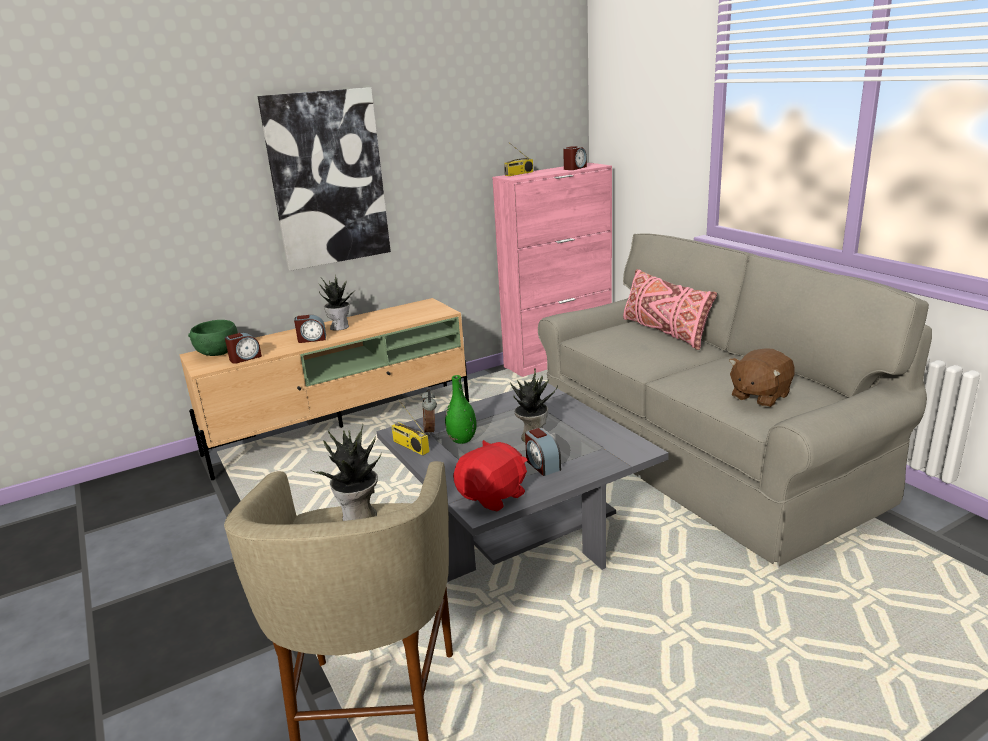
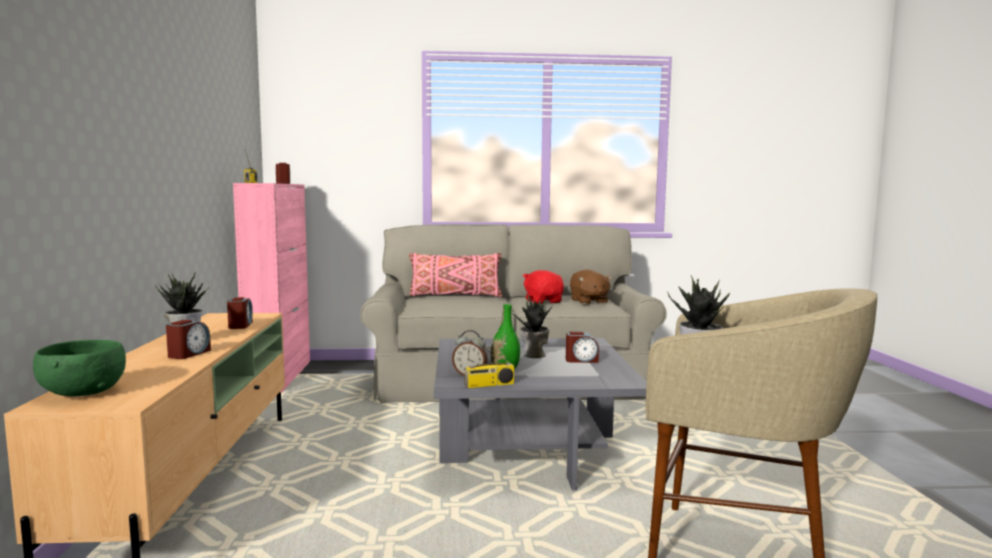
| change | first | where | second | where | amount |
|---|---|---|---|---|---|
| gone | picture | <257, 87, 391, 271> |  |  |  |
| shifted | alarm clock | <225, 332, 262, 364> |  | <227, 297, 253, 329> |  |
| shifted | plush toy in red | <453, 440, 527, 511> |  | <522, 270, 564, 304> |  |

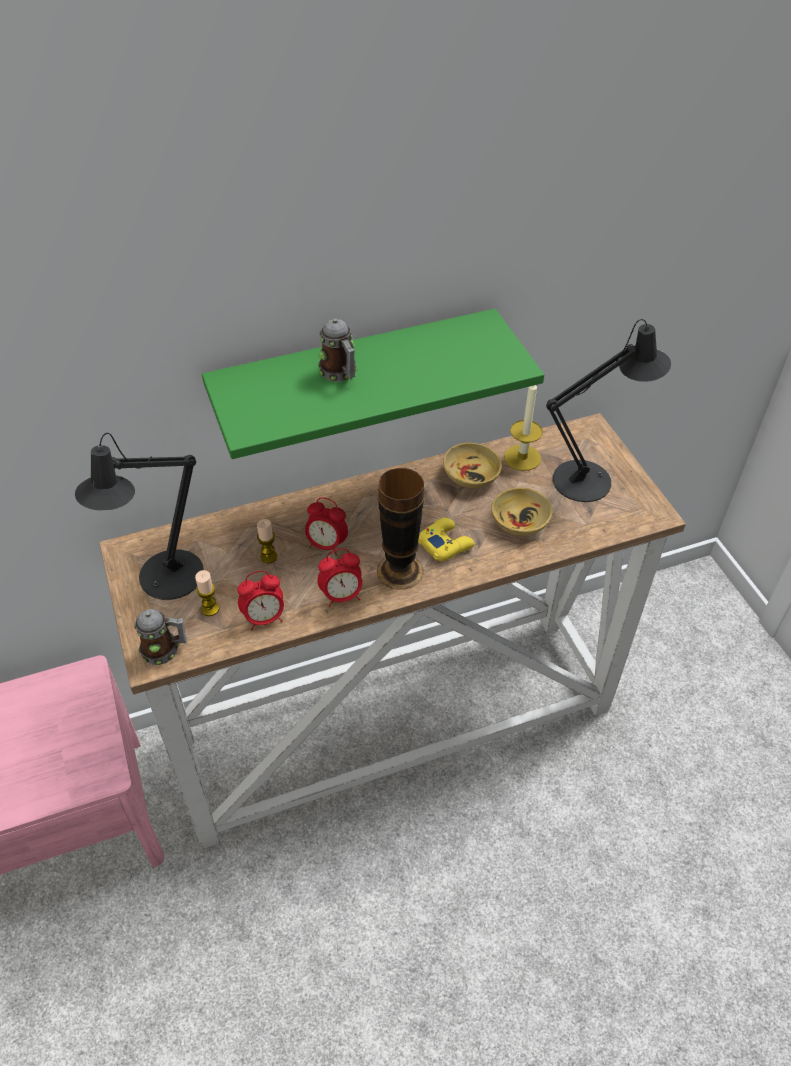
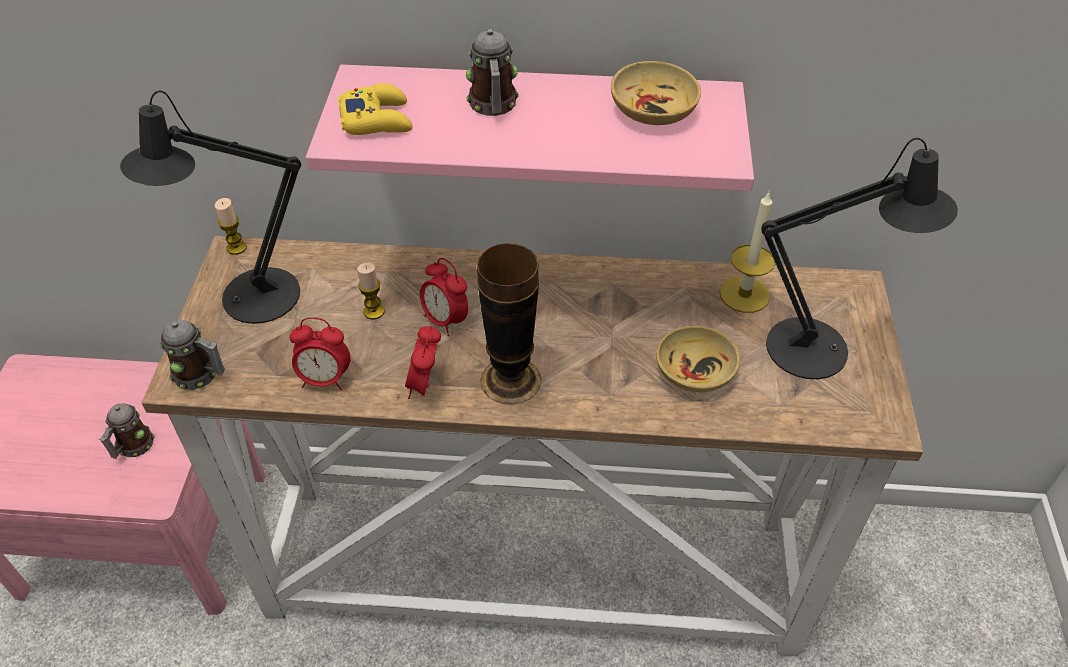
| change | first | where | second | where | amount |
|---|---|---|---|---|---|
| repainted | shelf in green | <202, 309, 544, 459> | shelf in pink | <306, 64, 754, 191> |  |
| shifted | bowl in beige | <443, 443, 502, 488> |  | <611, 61, 701, 125> |  |
| shifted | game controller in yellow | <418, 518, 475, 561> |  | <338, 83, 413, 135> |  |
| rotated | alarm clock | <317, 548, 362, 607> |  | <405, 326, 441, 399> | 90 degrees clockwise |
| shifted | candle | <195, 570, 219, 616> |  | <215, 198, 247, 255> |  |
| new |  |  | mug | <99, 403, 155, 459> |  |

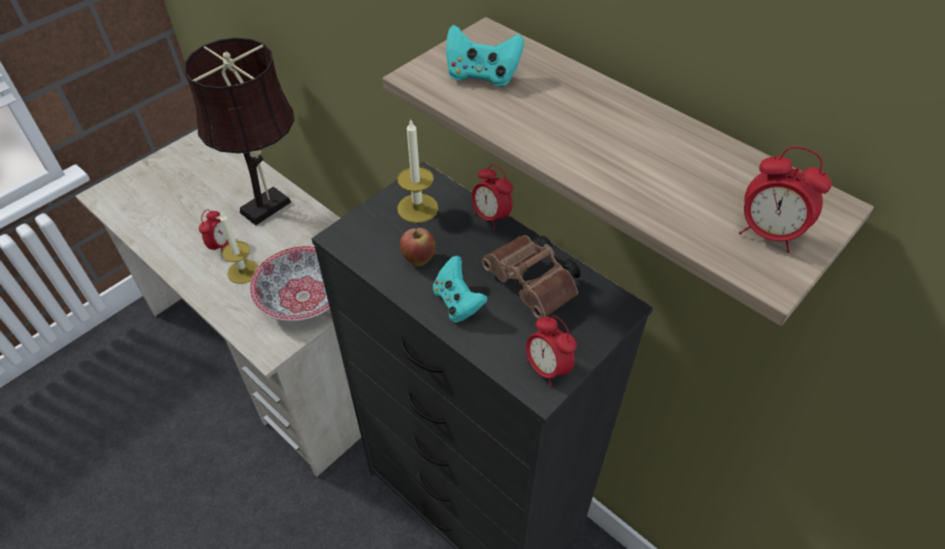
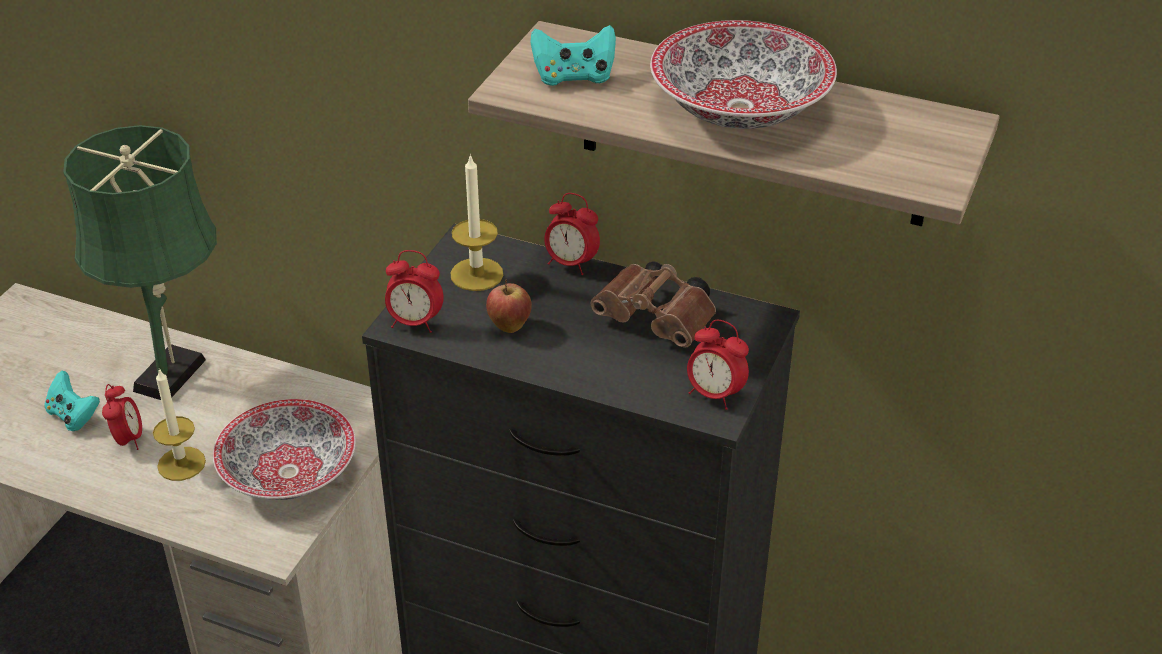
| change | first | where | second | where | amount |
|---|---|---|---|---|---|
| repainted | table lamp in brown | <184, 38, 294, 225> | table lamp in green | <63, 125, 217, 400> |  |
| shifted | alarm clock | <739, 146, 832, 253> |  | <385, 250, 444, 333> |  |
| shifted | game controller in turquoise | <433, 256, 488, 322> |  | <44, 371, 100, 431> |  |
| new |  |  | bowl | <650, 20, 837, 129> |  |

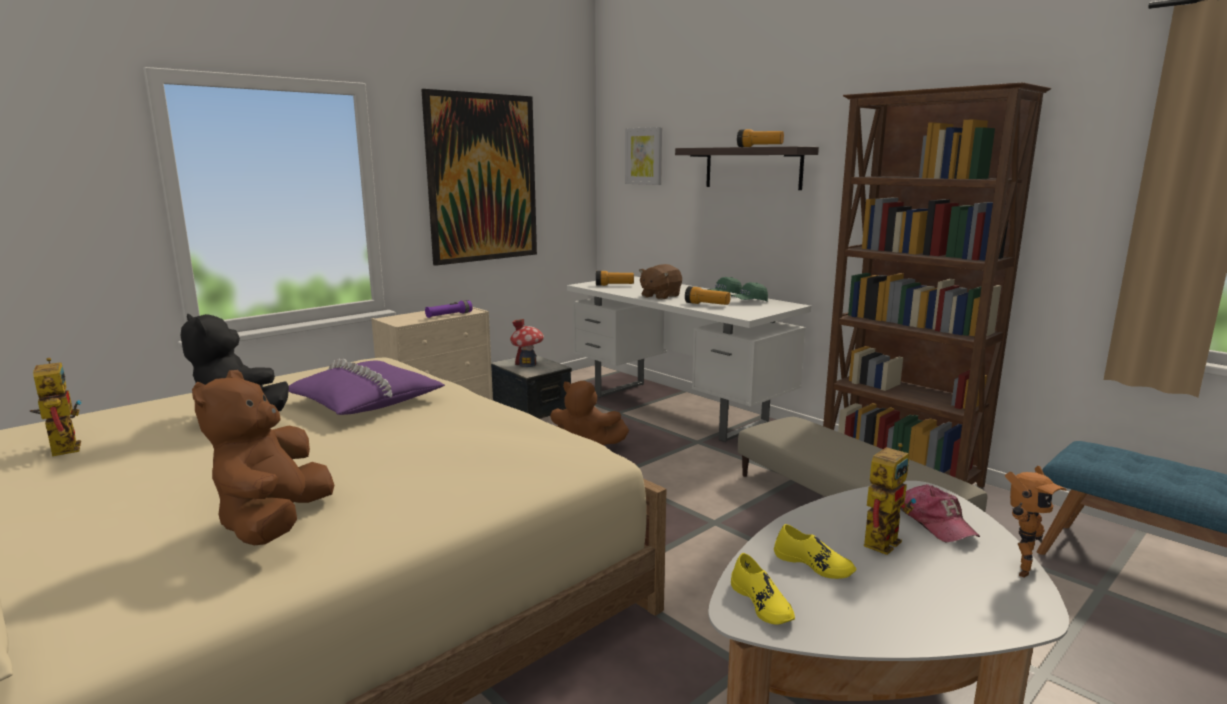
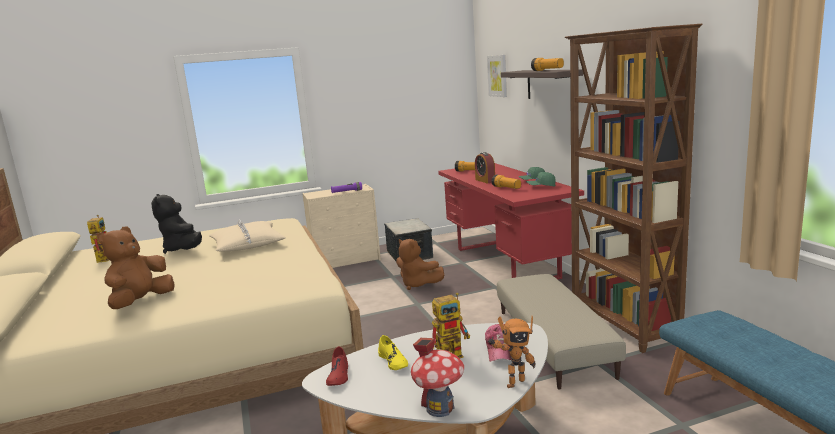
| change | first | where | second | where | amount |
|---|---|---|---|---|---|
| gone | picture | <421, 89, 537, 266> |  |  |  |
| swapped | plush toy in brown | <639, 264, 682, 300> | alarm clock | <475, 152, 495, 183> |  |
| repainted | desk in white | <567, 276, 811, 442> | desk in red | <438, 163, 584, 279> |  |
| shifted | toy house | <510, 319, 544, 367> |  | <411, 338, 464, 417> |  |
| repainted | pillow in purple | <289, 359, 445, 415> | pillow in beige | <208, 220, 286, 251> |  |
| repainted | shoe in yellow | <731, 553, 795, 625> | shoe in red | <326, 346, 348, 386> |  |

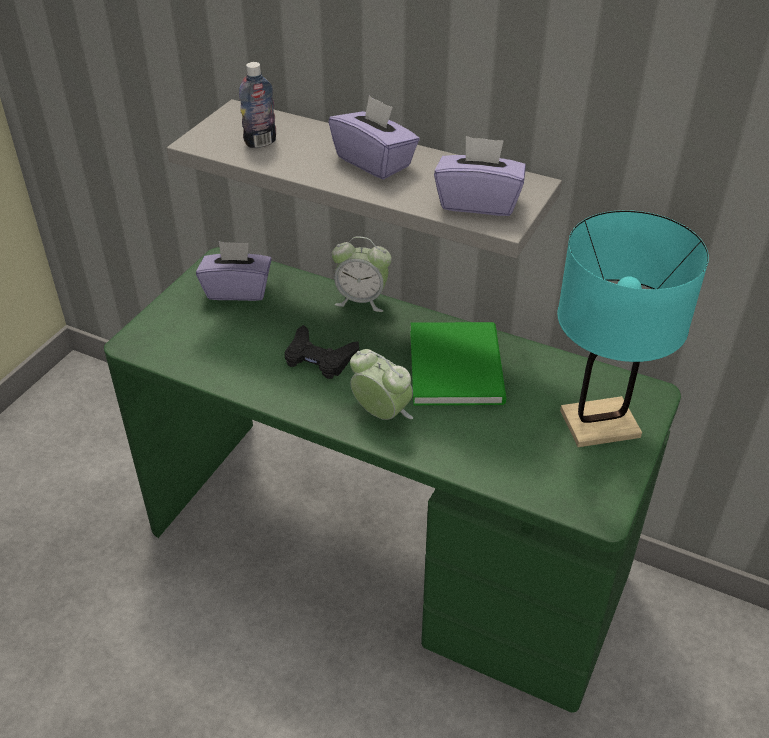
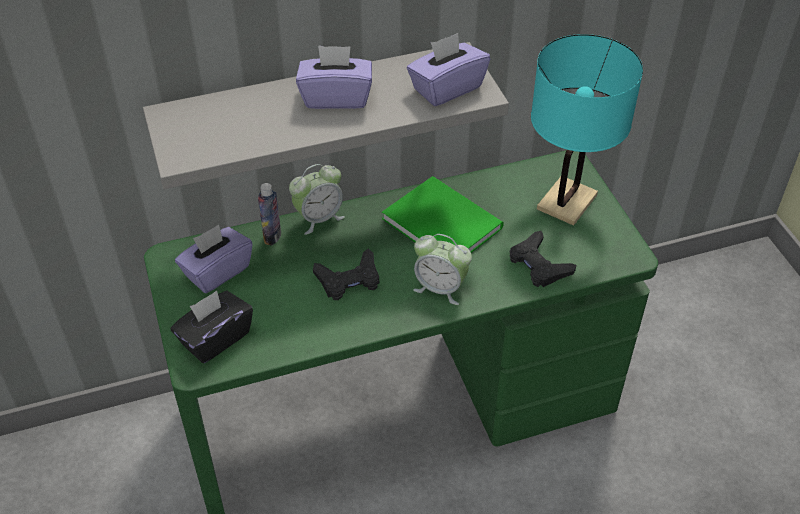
| change | first | where | second | where | amount |
|---|---|---|---|---|---|
| shifted | bottle | <239, 62, 276, 148> |  | <258, 183, 281, 245> |  |
| rotated | alarm clock | <350, 349, 413, 420> |  | <413, 234, 472, 305> | 150 degrees counterclockwise |
| new |  |  | game controller in black | <510, 231, 576, 287> |  |
| new |  |  | tissue box in black | <171, 291, 253, 363> |  |

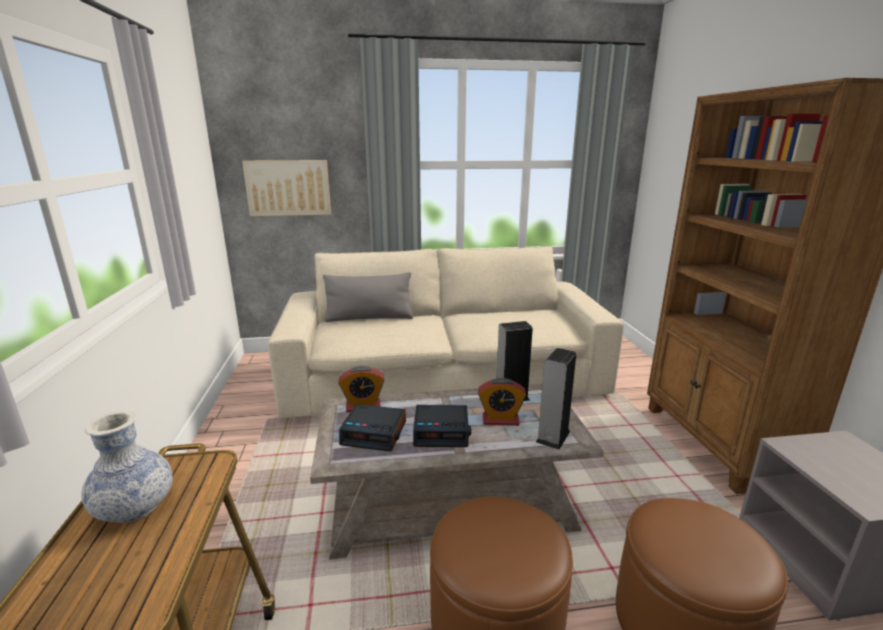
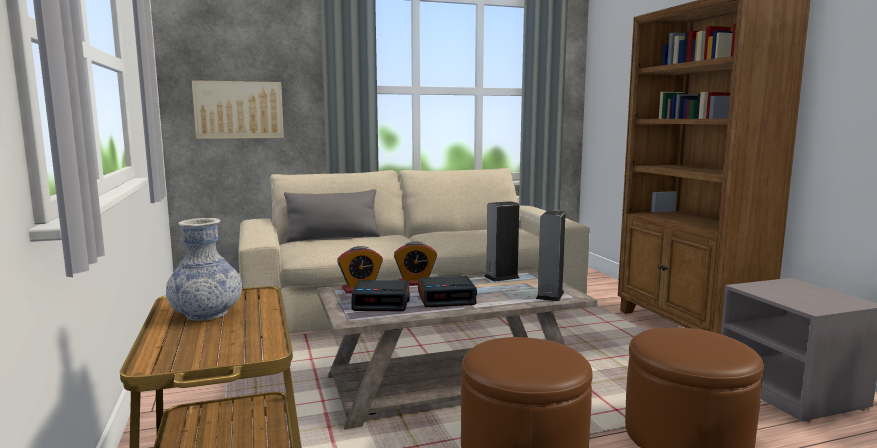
| change | first | where | second | where | amount |
|---|---|---|---|---|---|
| shifted | alarm clock | <478, 378, 526, 426> |  | <394, 241, 437, 286> |  |

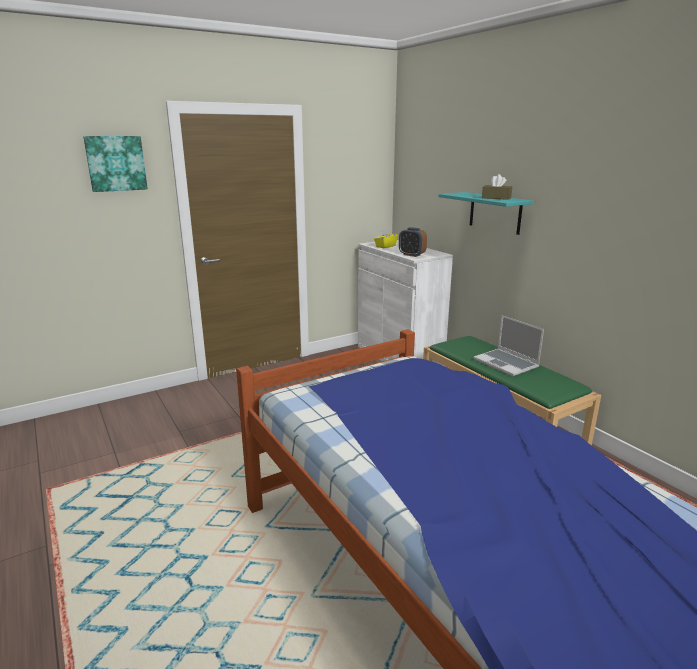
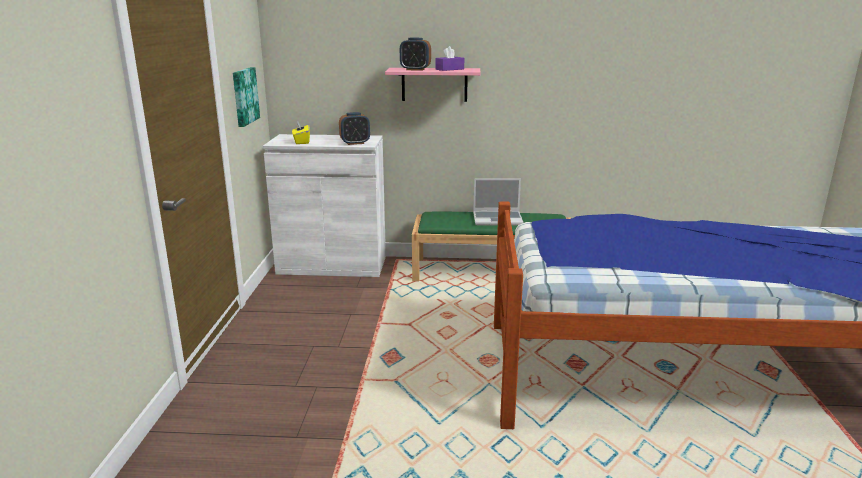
| change | first | where | second | where | amount |
|---|---|---|---|---|---|
| shifted | picture | <83, 136, 148, 192> |  | <233, 67, 260, 127> |  |
| repainted | tissue box in brown | <482, 174, 512, 200> | tissue box in purple | <435, 46, 464, 71> |  |
| repainted | shelf in turquoise | <439, 192, 534, 235> | shelf in pink | <385, 68, 481, 102> |  |
| new |  |  | alarm clock | <400, 38, 431, 71> |  |

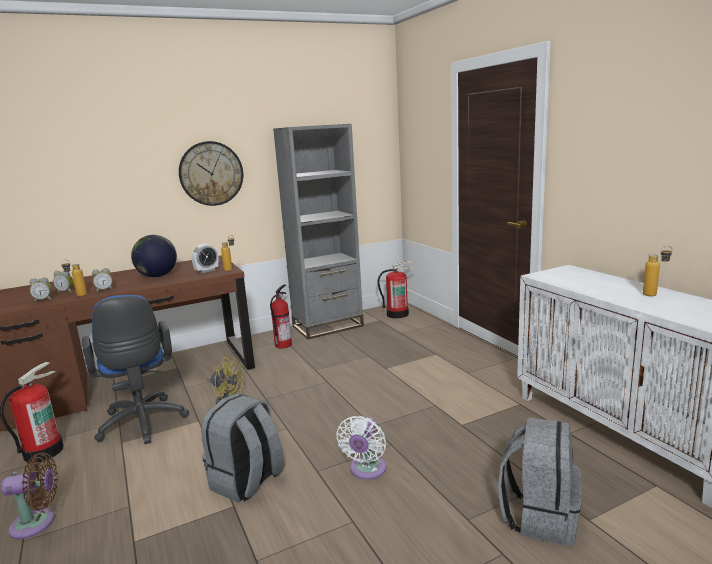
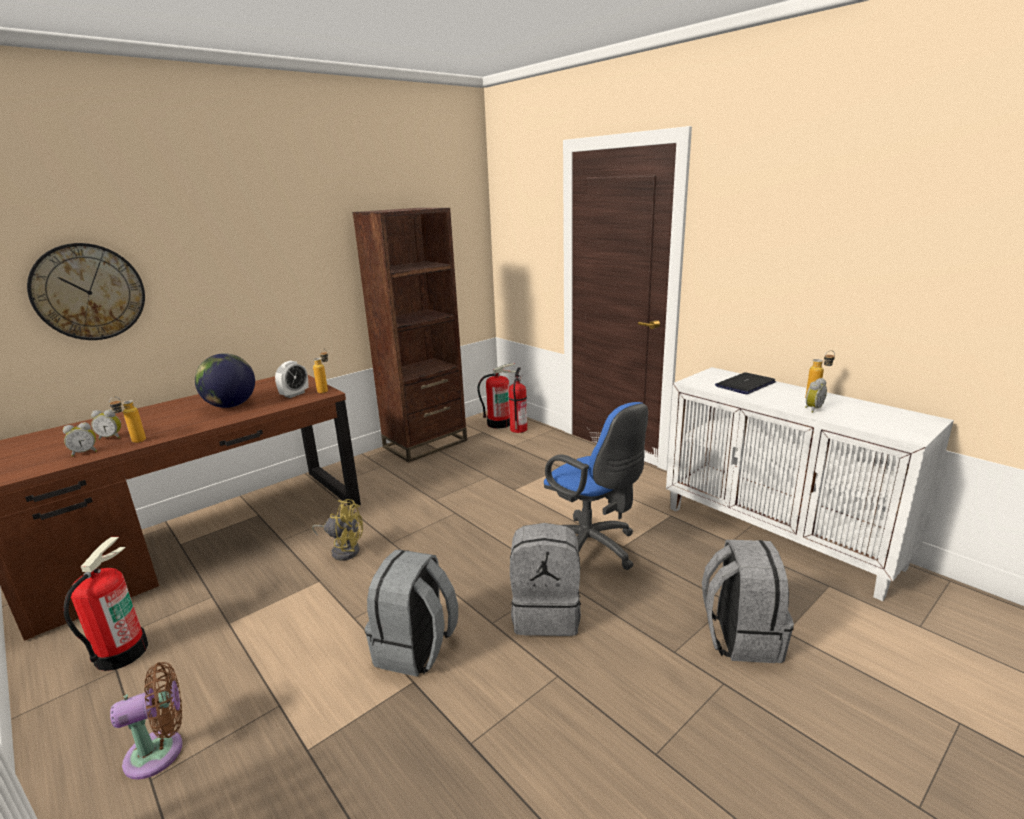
| change | first | where | second | where | amount |
|---|---|---|---|---|---|
| repainted | bookcase in grey | <273, 124, 364, 339> | bookcase in brown | <353, 208, 467, 463> |  |
| shifted | wall clock | <179, 141, 243, 206> |  | <27, 243, 145, 340> |  |
| shifted | alarm clock | <92, 268, 113, 292> |  | <805, 378, 827, 413> |  |
| shifted | fire extinguisher | <270, 285, 292, 348> |  | <508, 367, 527, 433> |  |
| shifted | office chair in blue | <82, 295, 189, 444> |  | <544, 402, 648, 570> |  |
| swapped | fan in white | <336, 416, 386, 480> | backpack in grey | <510, 523, 581, 636> |  |
| new |  |  | laptop | <715, 372, 776, 394> |  |

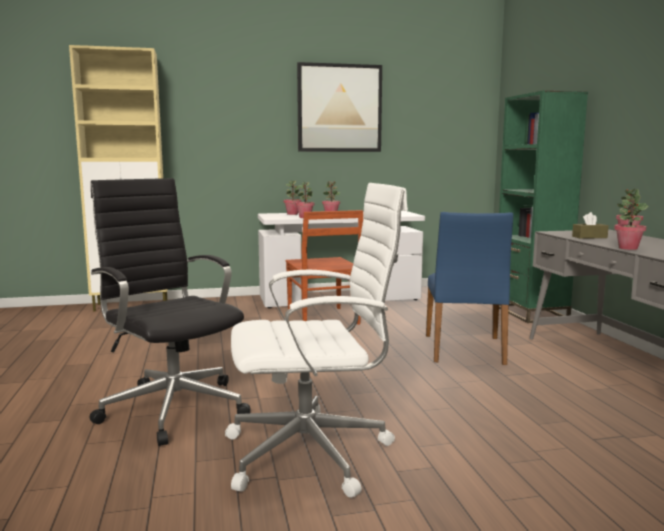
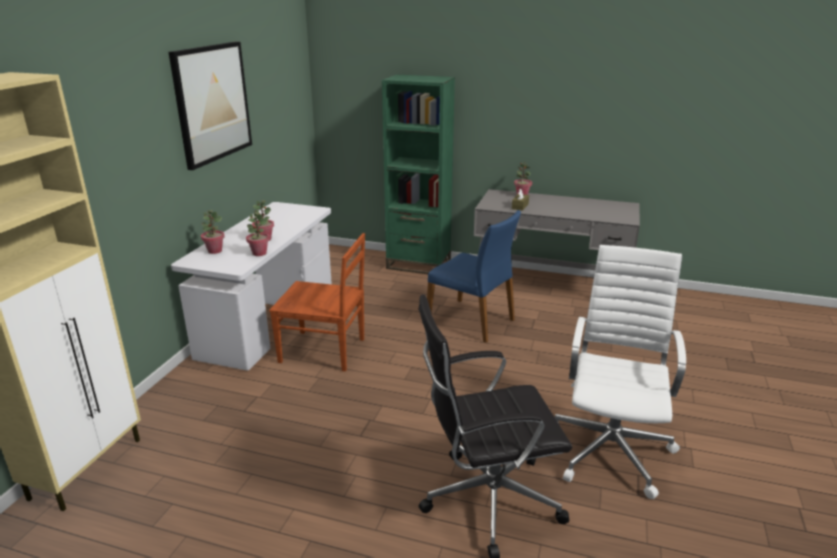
| change | first | where | second | where | amount |
|---|---|---|---|---|---|
| gone | potted plant | <614, 194, 649, 250> |  |  |  |

